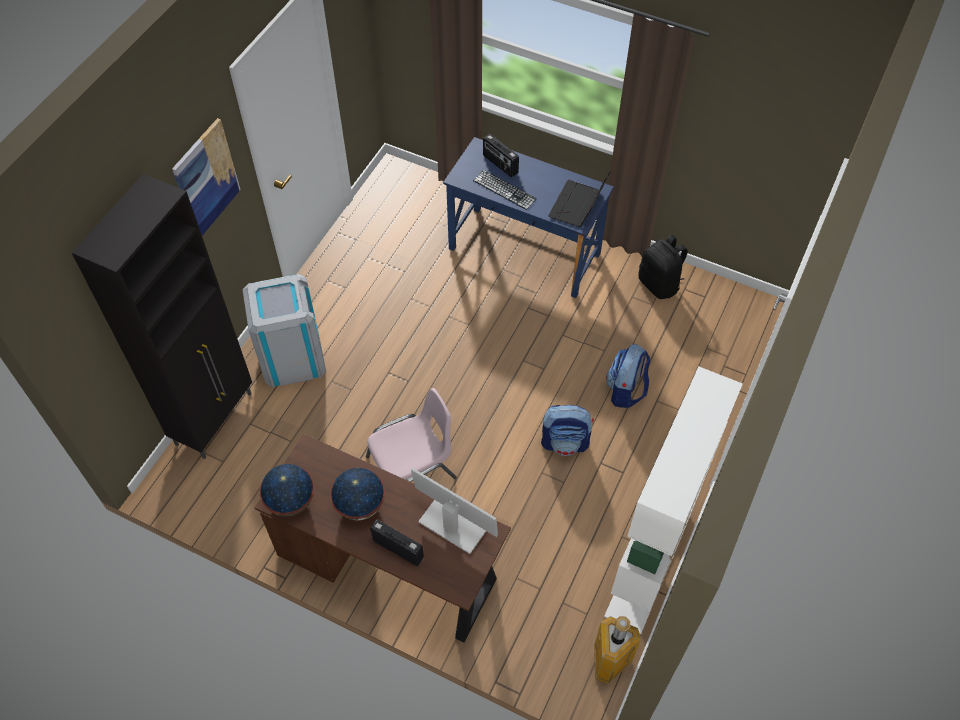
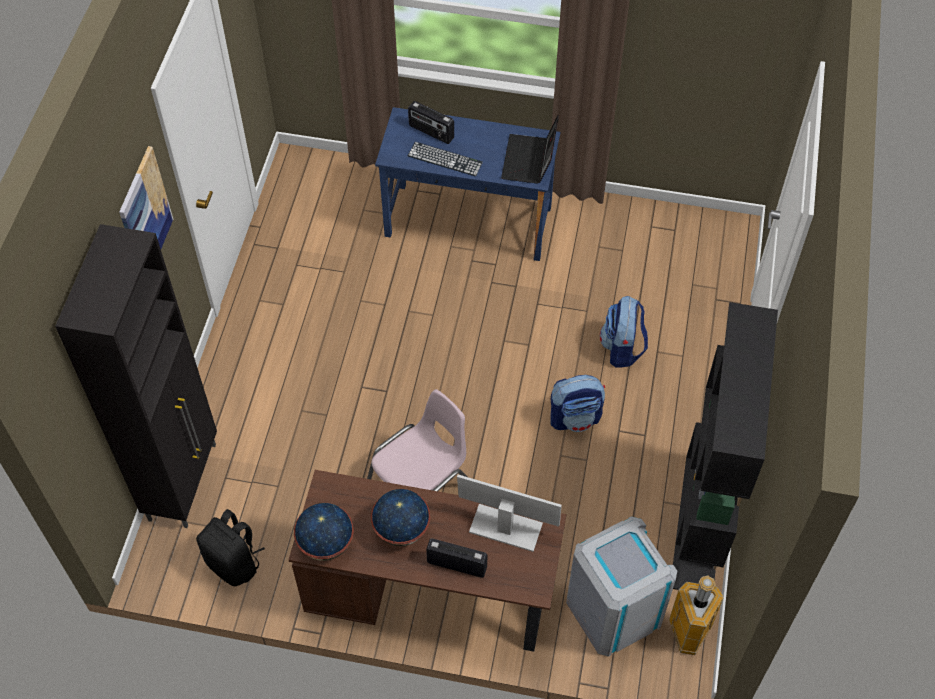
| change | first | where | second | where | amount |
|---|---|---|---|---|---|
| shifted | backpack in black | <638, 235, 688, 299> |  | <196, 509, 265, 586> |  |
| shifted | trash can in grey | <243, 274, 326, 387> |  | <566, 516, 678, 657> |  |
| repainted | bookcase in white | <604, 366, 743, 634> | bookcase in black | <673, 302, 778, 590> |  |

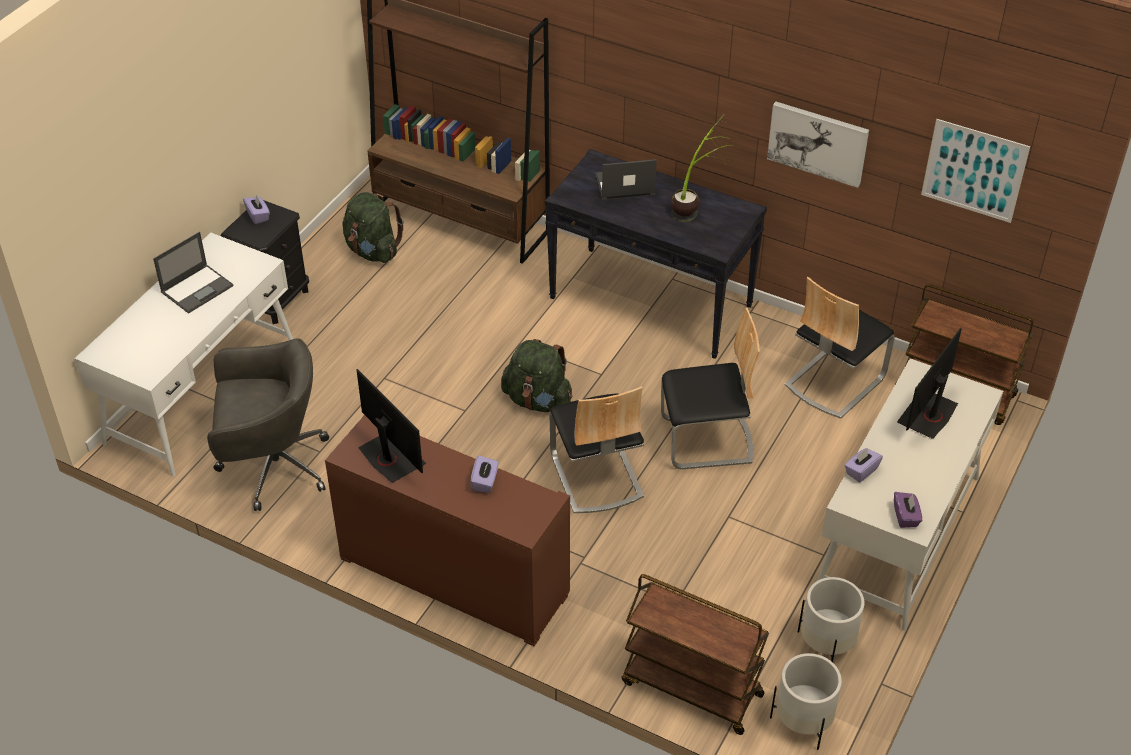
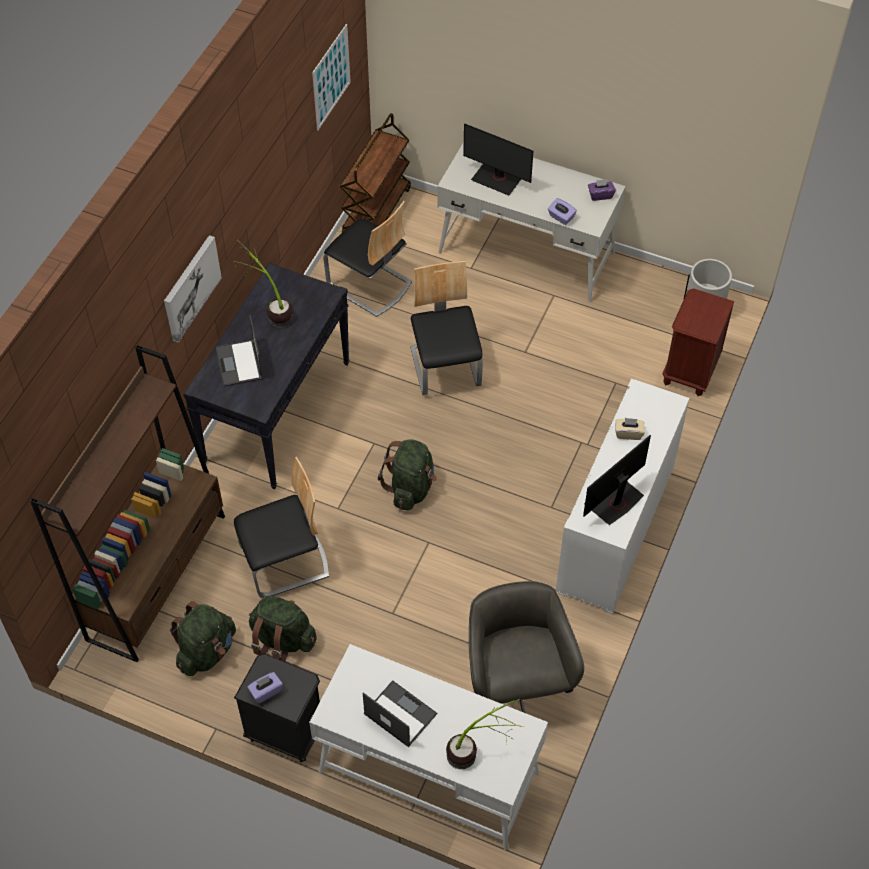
| change | first | where | second | where | amount |
|---|---|---|---|---|---|
| shifted | picture | <767, 102, 869, 188> |  | <164, 235, 222, 343> |  |
| shifted | chair | <550, 386, 644, 513> |  | <234, 457, 329, 598> |  |
| repainted | cabinet in brown | <325, 415, 570, 646> | cabinet in white | <556, 379, 690, 614> |  |
| repainted | tissue box in purple | <470, 455, 499, 493> | tissue box in beige | <616, 418, 645, 440> |  |
| swapped | cart in brown | <622, 574, 769, 735> | nightstand in brown | <663, 288, 734, 396> |  |
| gone | planter in white | <798, 577, 865, 662> |  |  |  |
| new |  |  | backpack in green | <249, 596, 317, 662> |  |
| new |  |  | potted plant | <446, 699, 524, 769> |  |

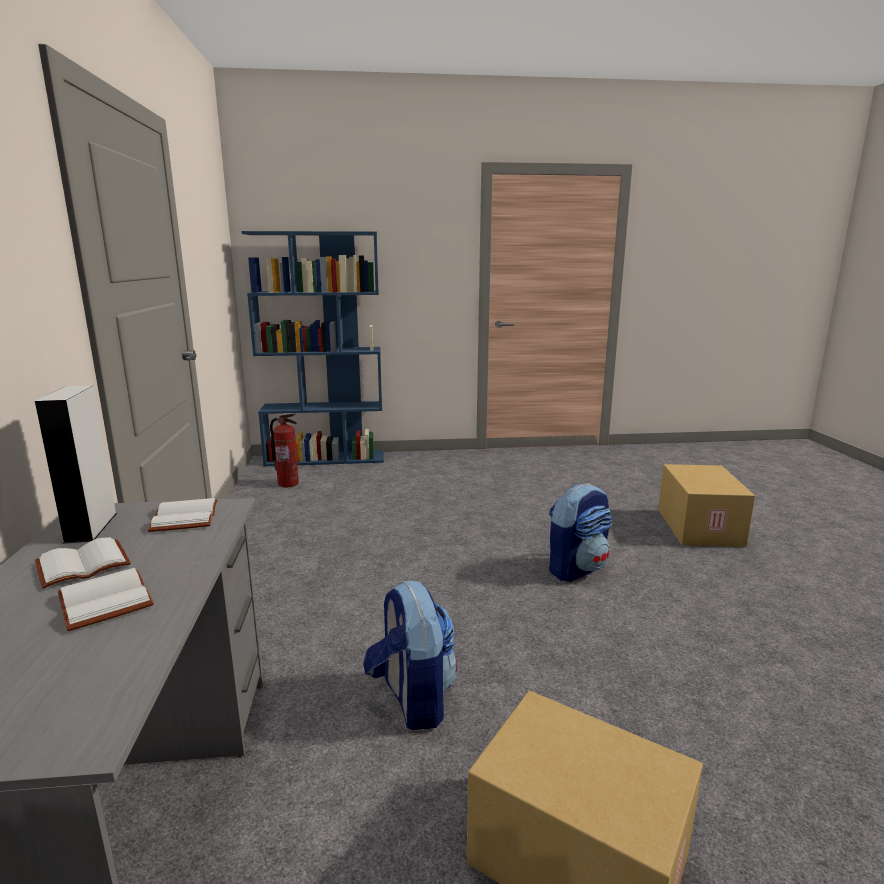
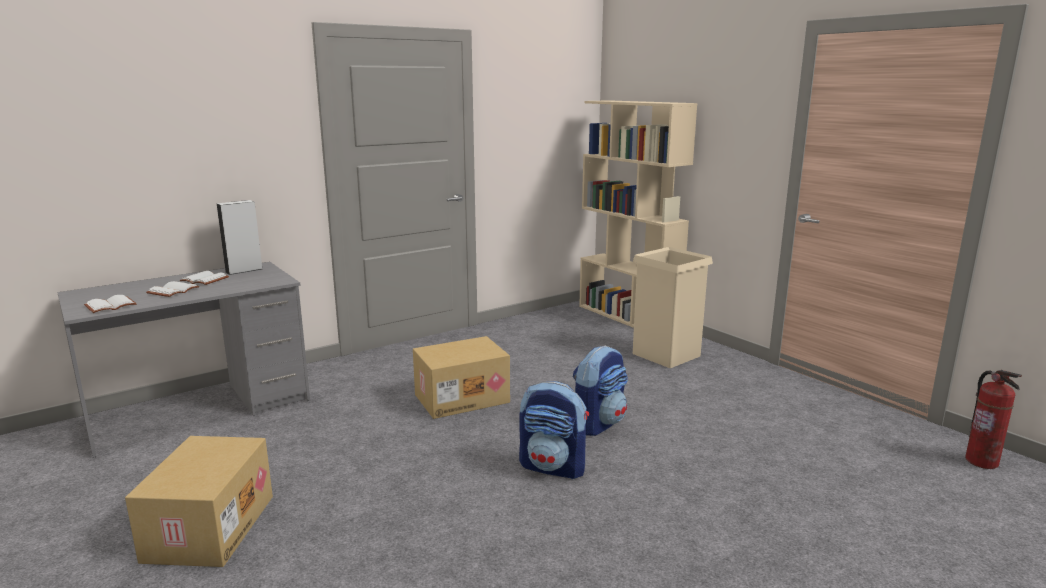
| change | first | where | second | where | amount |
|---|---|---|---|---|---|
| repainted | bookcase in blue | <241, 231, 384, 466> | bookcase in beige | <579, 100, 697, 328> |  |
| shifted | fire extinguisher | <270, 413, 299, 487> |  | <965, 370, 1022, 469> |  |
| shifted | cardboard box | <658, 464, 755, 547> |  | <413, 336, 510, 419> |  |
| shifted | book in white | <148, 498, 218, 532> |  | <84, 295, 137, 313> |  |
| shifted | backpack | <363, 580, 457, 730> |  | <573, 345, 628, 436> |  |
| new |  |  | trash can in beige | <633, 247, 713, 368> |  |

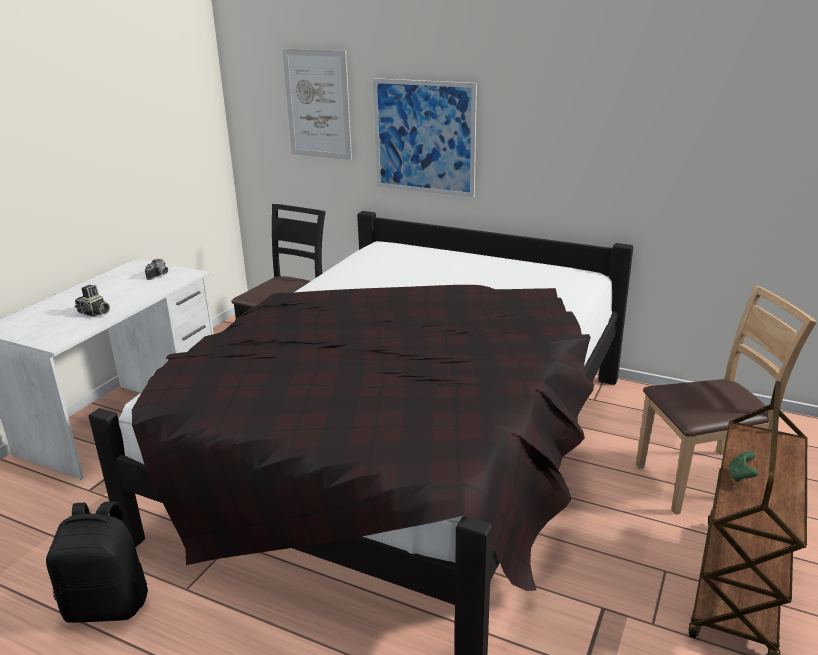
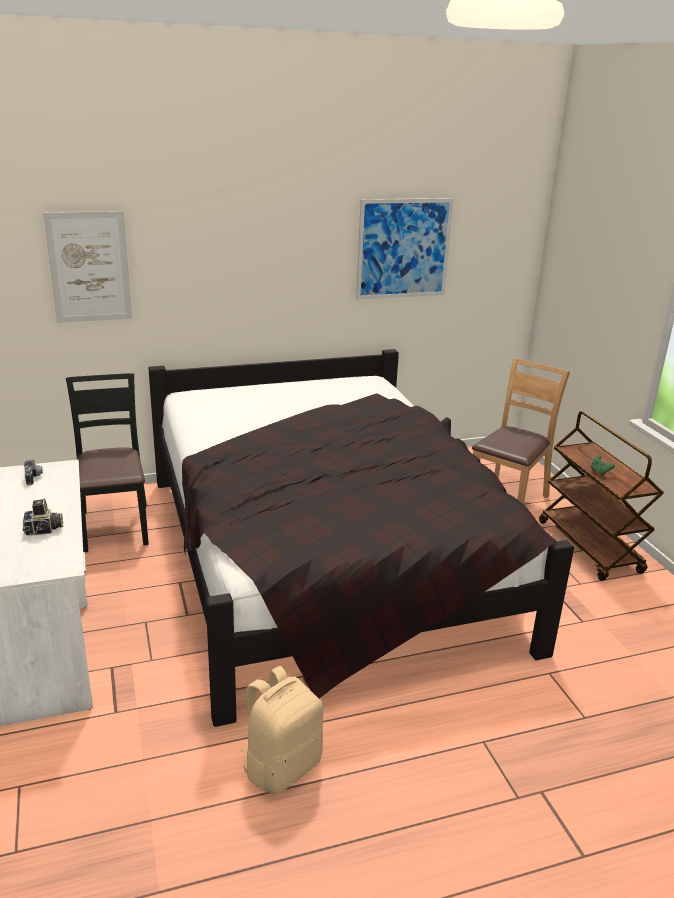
| change | first | where | second | where | amount |
|---|---|---|---|---|---|
| shifted | picture | <373, 78, 477, 197> |  | <356, 198, 454, 299> |  |
| repainted | backpack in black | <46, 501, 148, 623> | backpack in beige | <240, 666, 323, 794> |  |

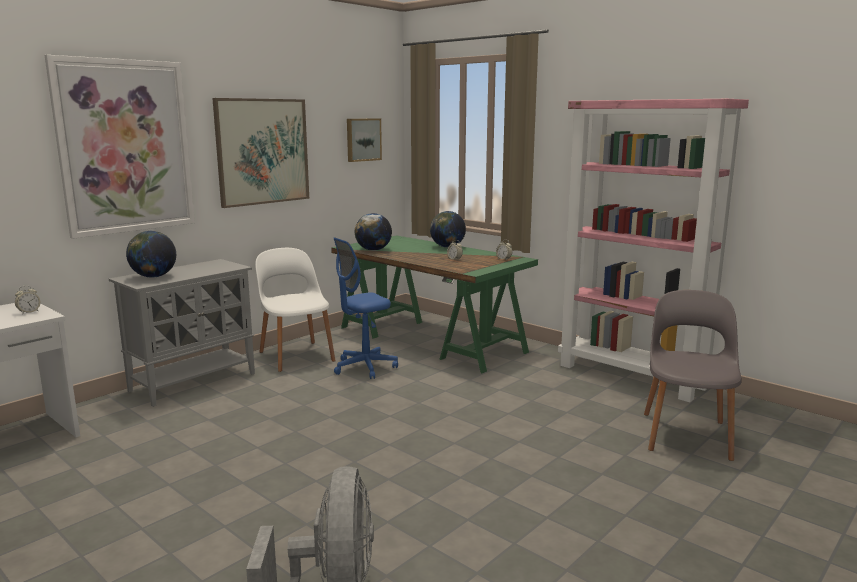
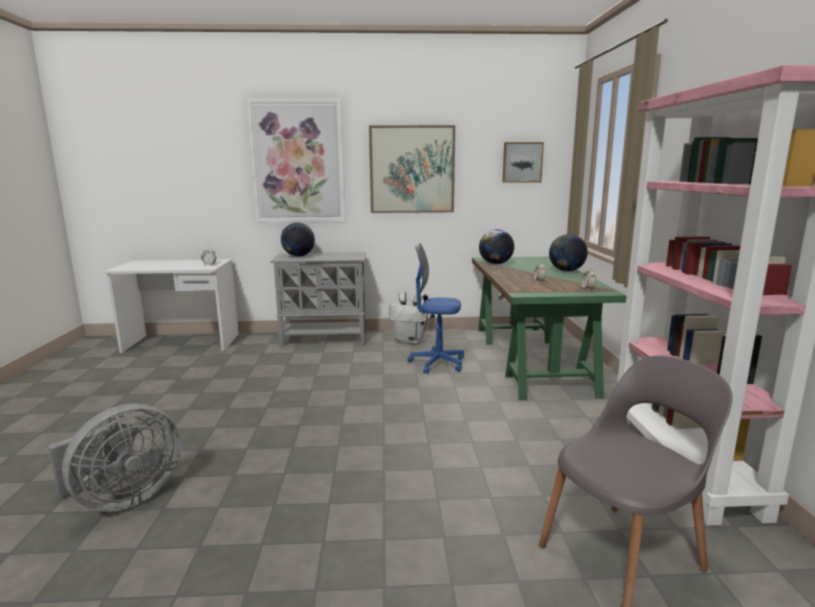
| change | first | where | second | where | amount |
|---|---|---|---|---|---|
| swapped | chair in white | <255, 248, 336, 372> | backpack in white | <389, 292, 428, 344> |  |

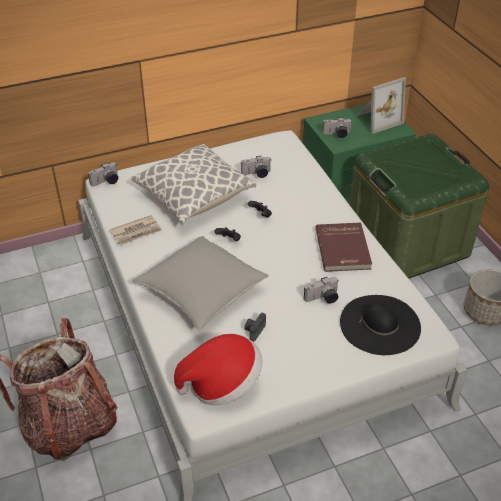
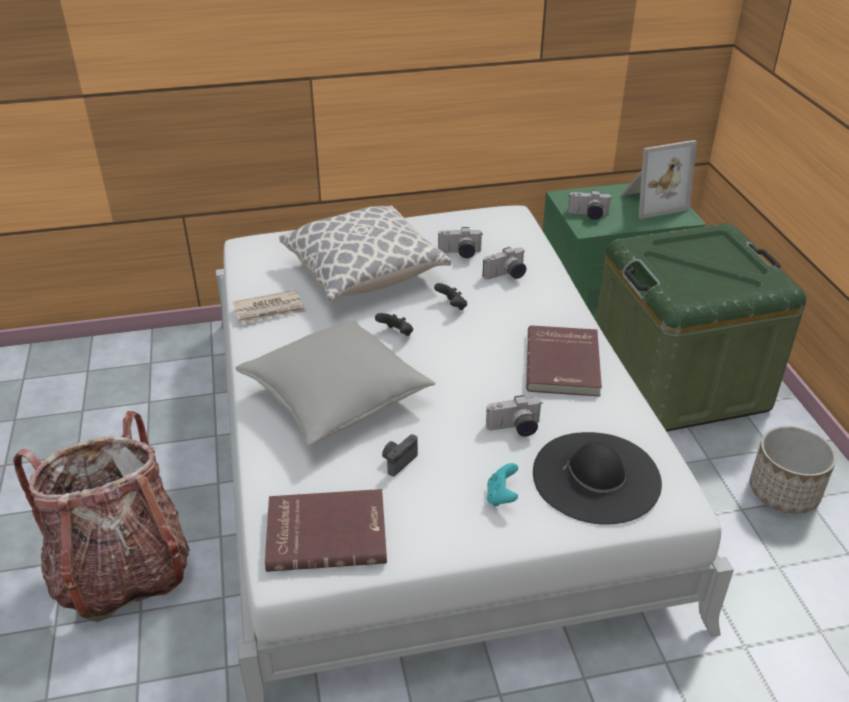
| change | first | where | second | where | amount |
|---|---|---|---|---|---|
| shifted | photo camera | <88, 162, 118, 186> |  | <483, 247, 526, 279> |  |
| swapped | hat | <174, 334, 262, 405> | book in red | <265, 489, 387, 572> |  |
| new |  |  | game controller in turquoise | <487, 463, 518, 507> |  |

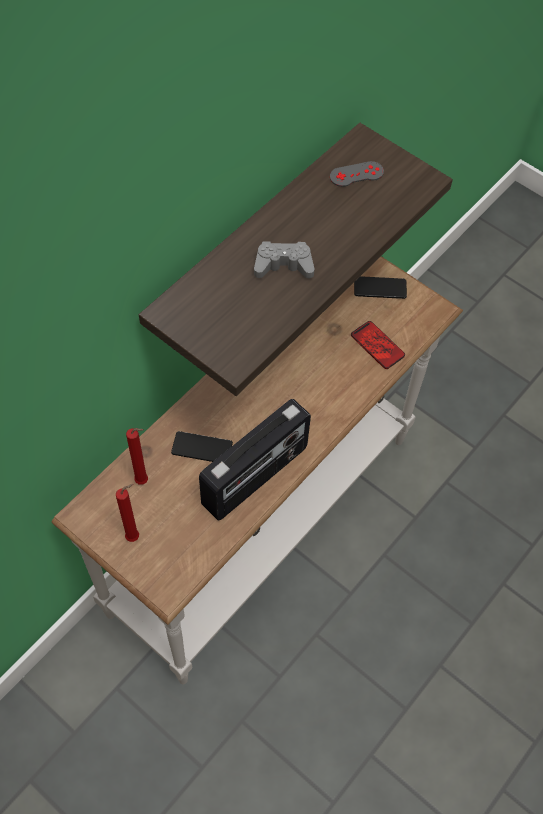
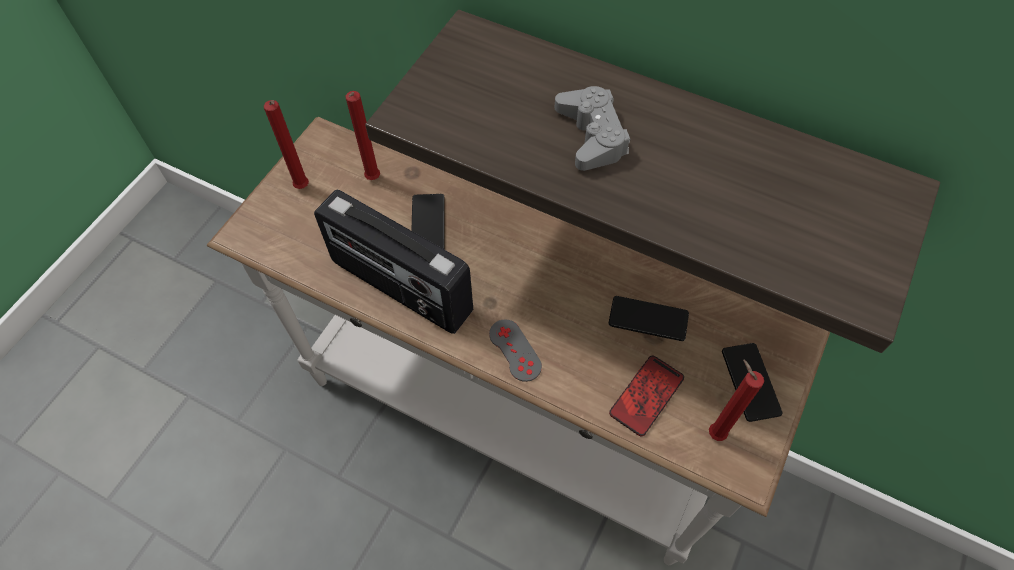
| change | first | where | second | where | amount |
|---|---|---|---|---|---|
| shifted | game controller in grey | <330, 161, 384, 187> |  | <489, 319, 542, 382> |  |
| new |  |  | phone | <609, 296, 689, 341> |  |
| new |  |  | candle in red | <709, 359, 764, 441> |  |

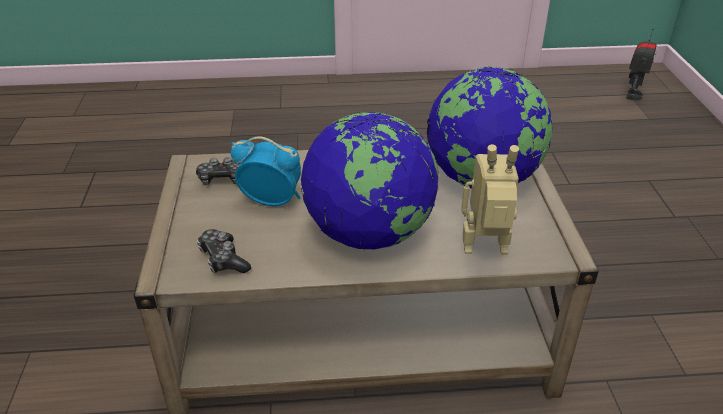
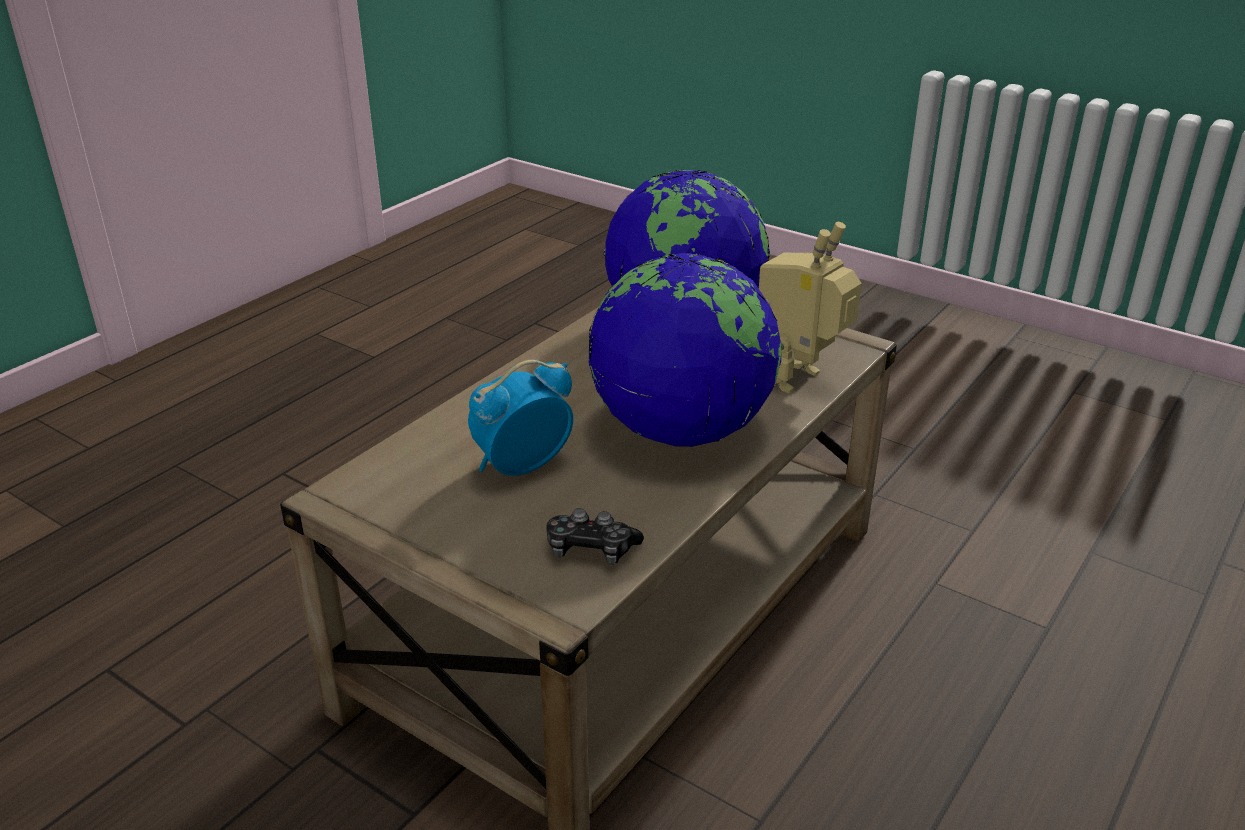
| change | first | where | second | where | amount |
|---|---|---|---|---|---|
| gone | toy robot | <626, 29, 657, 101> |  |  |  |
| gone | game controller | <196, 157, 241, 185> |  |  |  |

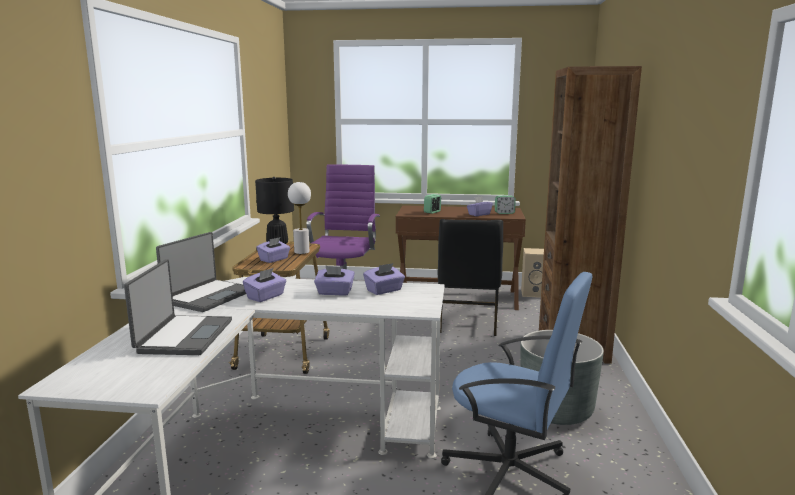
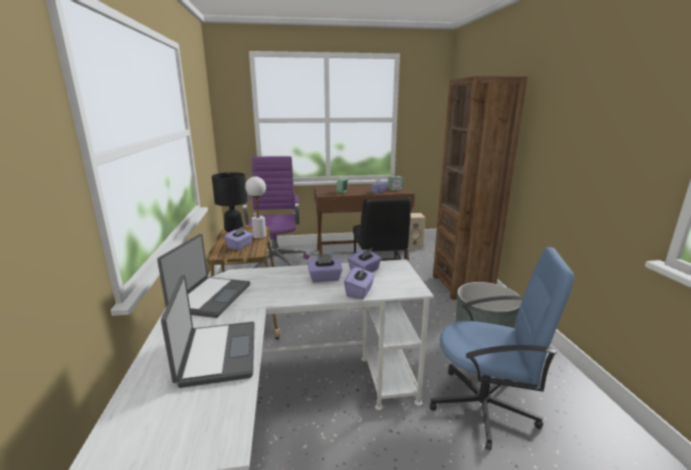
| change | first | where | second | where | amount |
|---|---|---|---|---|---|
| shifted | tissue box in purple | <243, 268, 286, 302> |  | <344, 266, 375, 299> |  |

